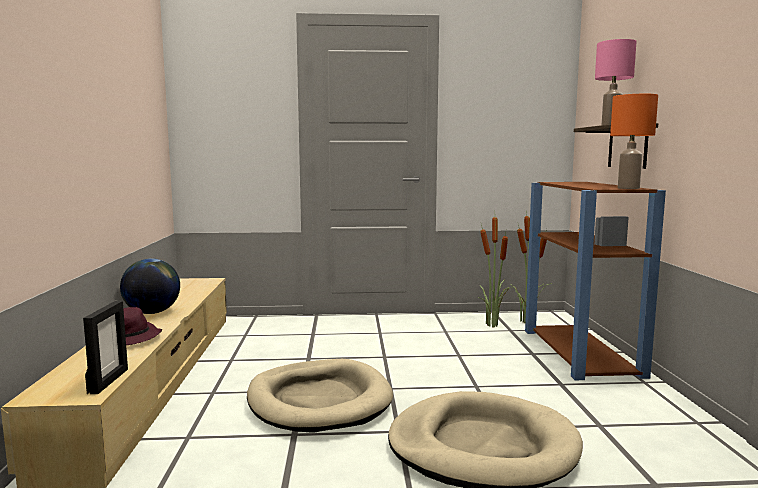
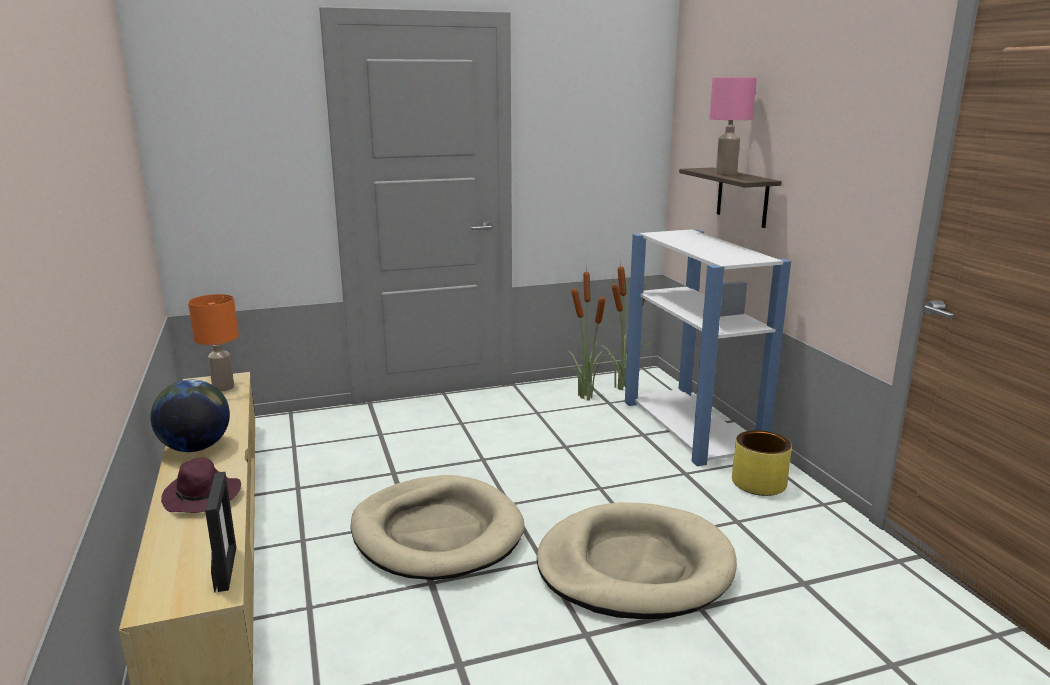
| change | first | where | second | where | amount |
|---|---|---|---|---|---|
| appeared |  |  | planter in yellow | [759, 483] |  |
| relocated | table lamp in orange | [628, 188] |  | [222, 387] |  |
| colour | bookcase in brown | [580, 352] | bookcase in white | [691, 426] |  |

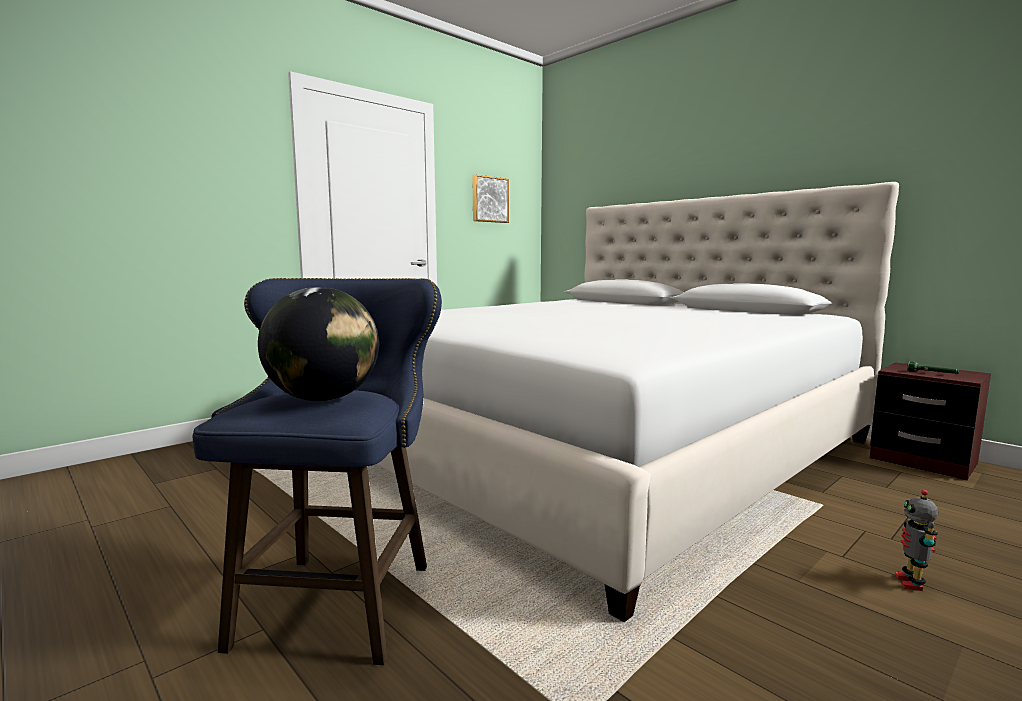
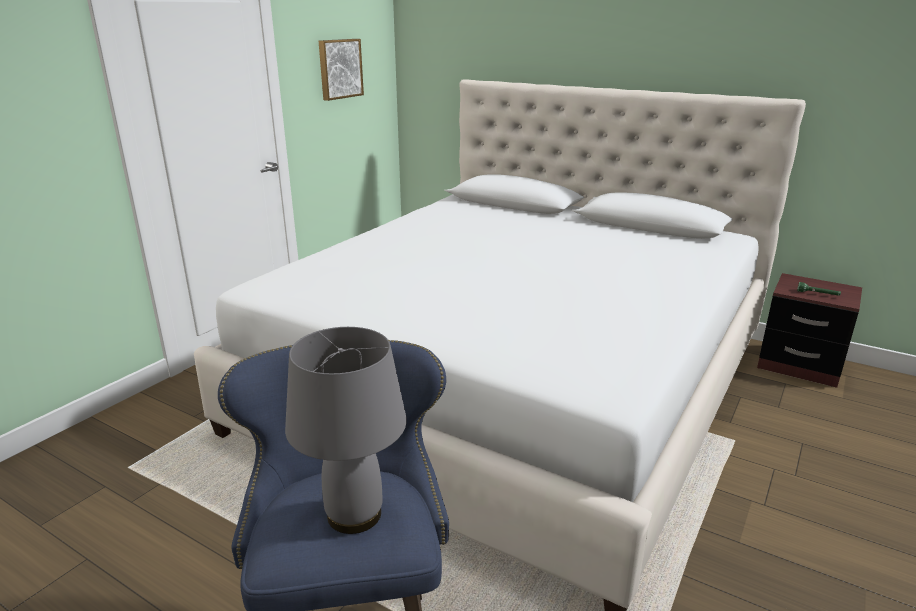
| change | first | where | second | where | amount |
|---|---|---|---|---|---|
| missing | toy robot | [911, 583] |  |  |  |
| exchanged | globe | [323, 399] | table lamp in grey | [355, 514] |  |

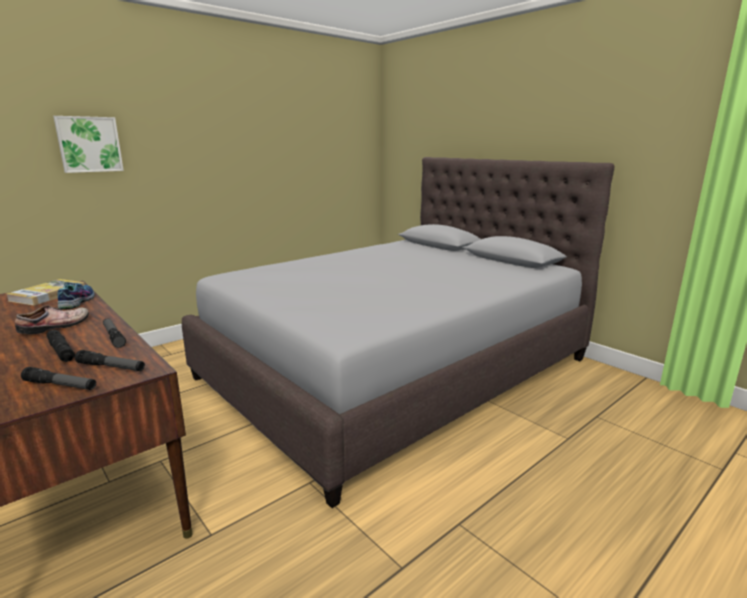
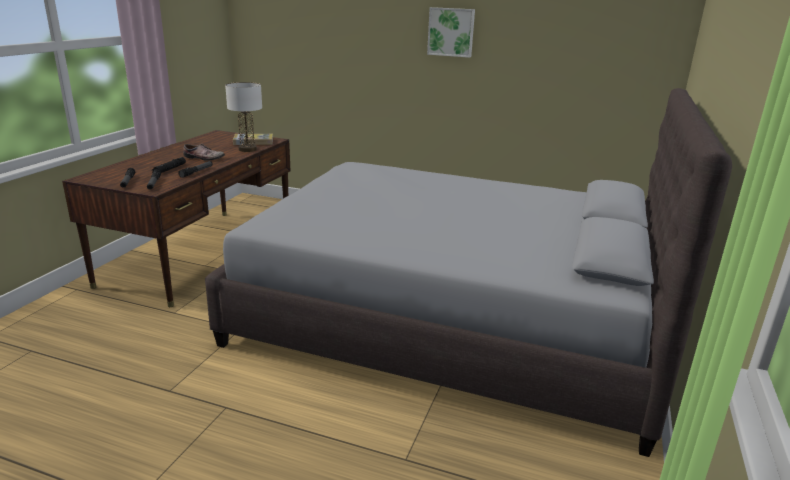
| change | first | where | second | where | amount |
|---|---|---|---|---|---|
| relocated | picture | [89, 144] |  | [451, 32] |  |
| exchanged | shoe | [76, 301] | table lamp | [247, 149] |  |

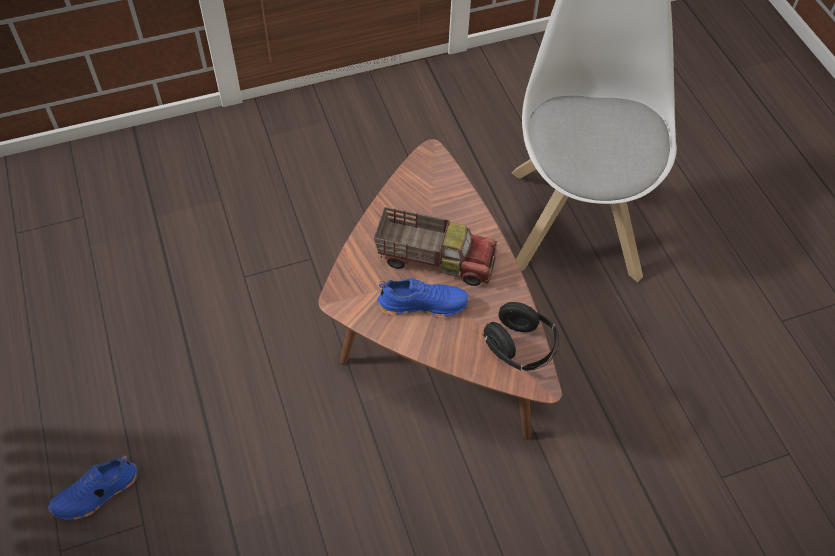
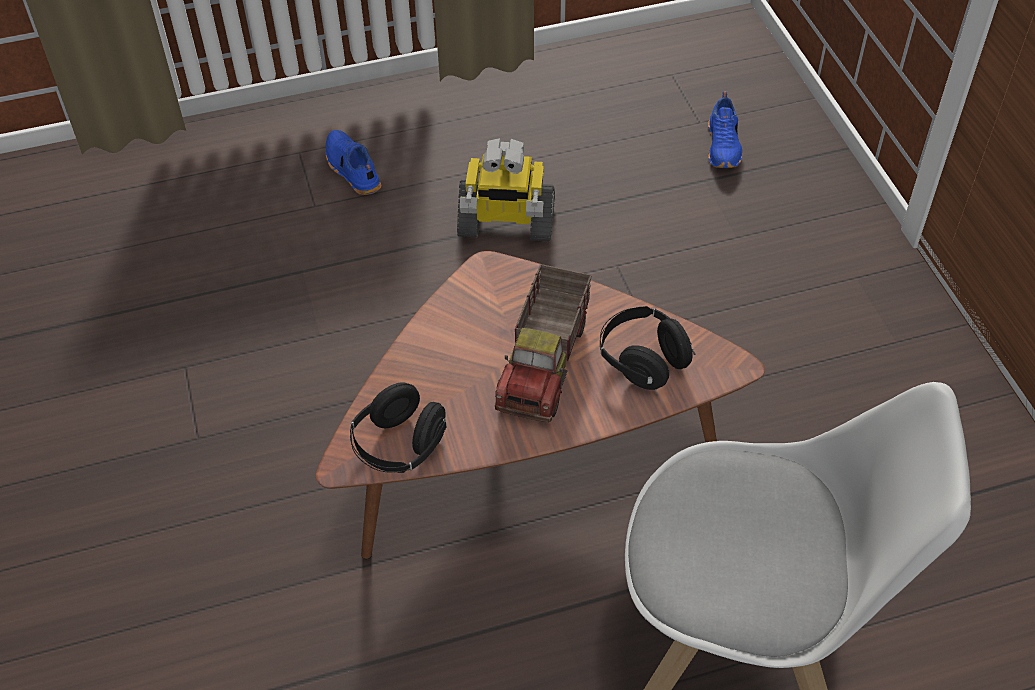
| change | first | where | second | where | amount |
|---|---|---|---|---|---|
| appeared |  |  | toy robot | [505, 223] |  |
| appeared |  |  | headphones in black | [643, 360] |  |
| relocated | shoe in blue | [422, 303] |  | [724, 146] |  |

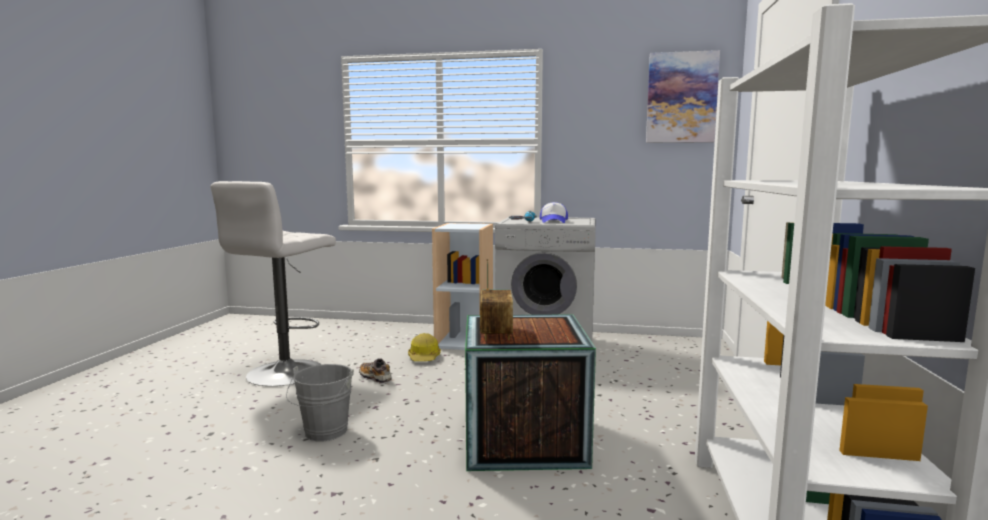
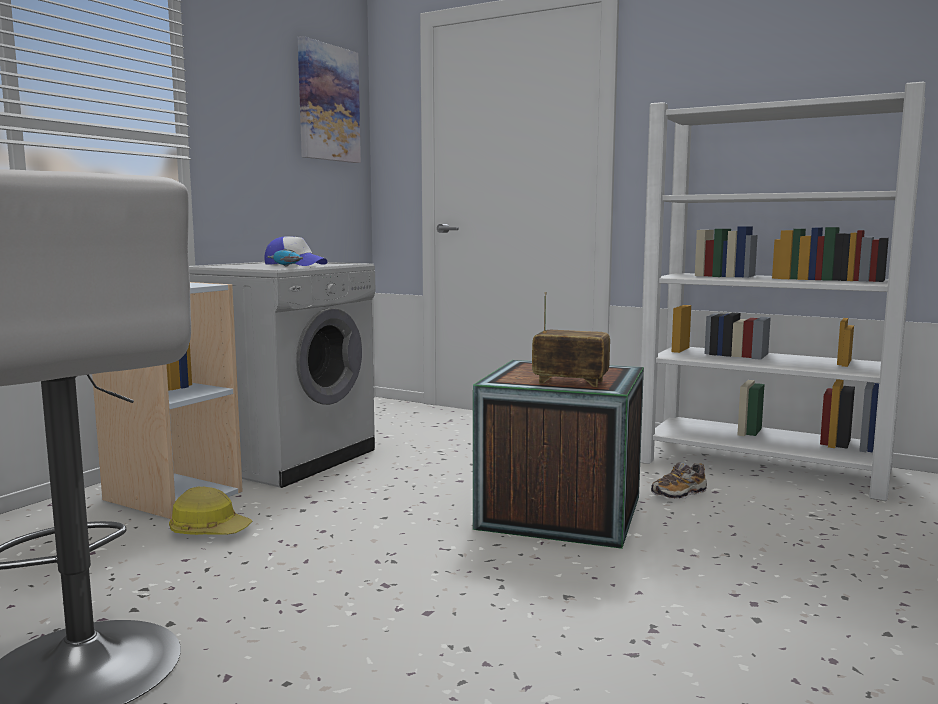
| change | first | where | second | where | amount |
|---|---|---|---|---|---|
| missing | bucket in grey | [324, 434] |  |  |  |
| relocated | shoe | [375, 378] |  | [679, 494] |  |

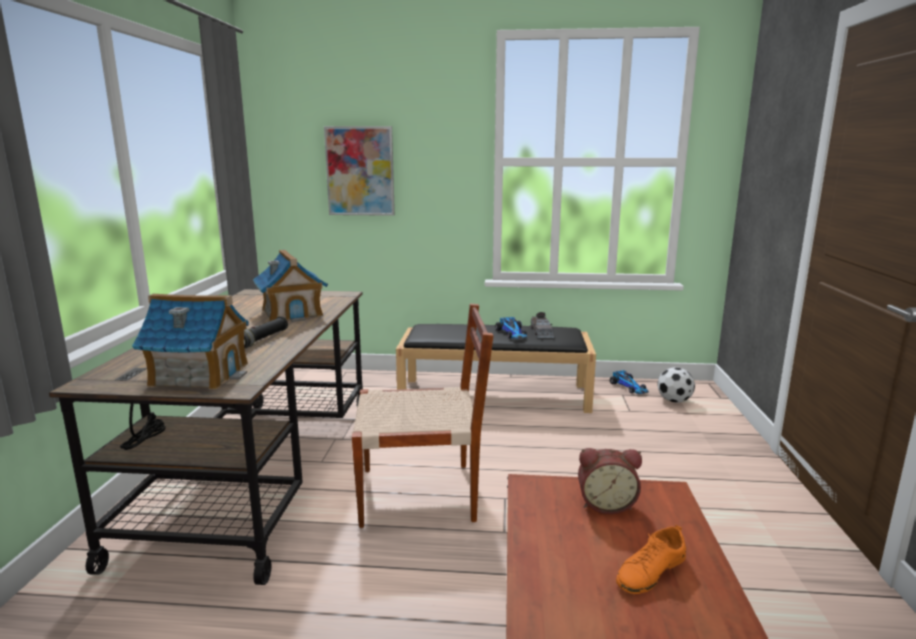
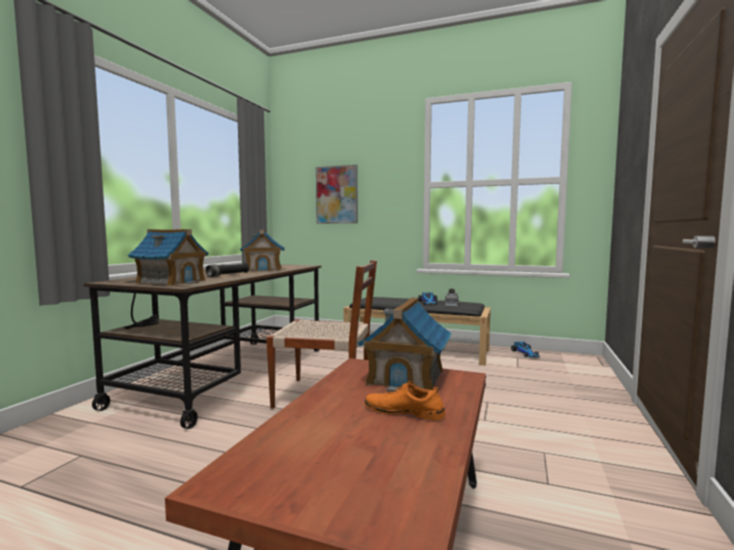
| change | first | where | second | where | amount |
|---|---|---|---|---|---|
| missing | football | [674, 401] |  |  |  |
| exchanged | alarm clock | [606, 504] | toy house | [406, 377] |  |
| spun | shoe in orange | [650, 571] |  | [404, 411] | 45 degrees clockwise |

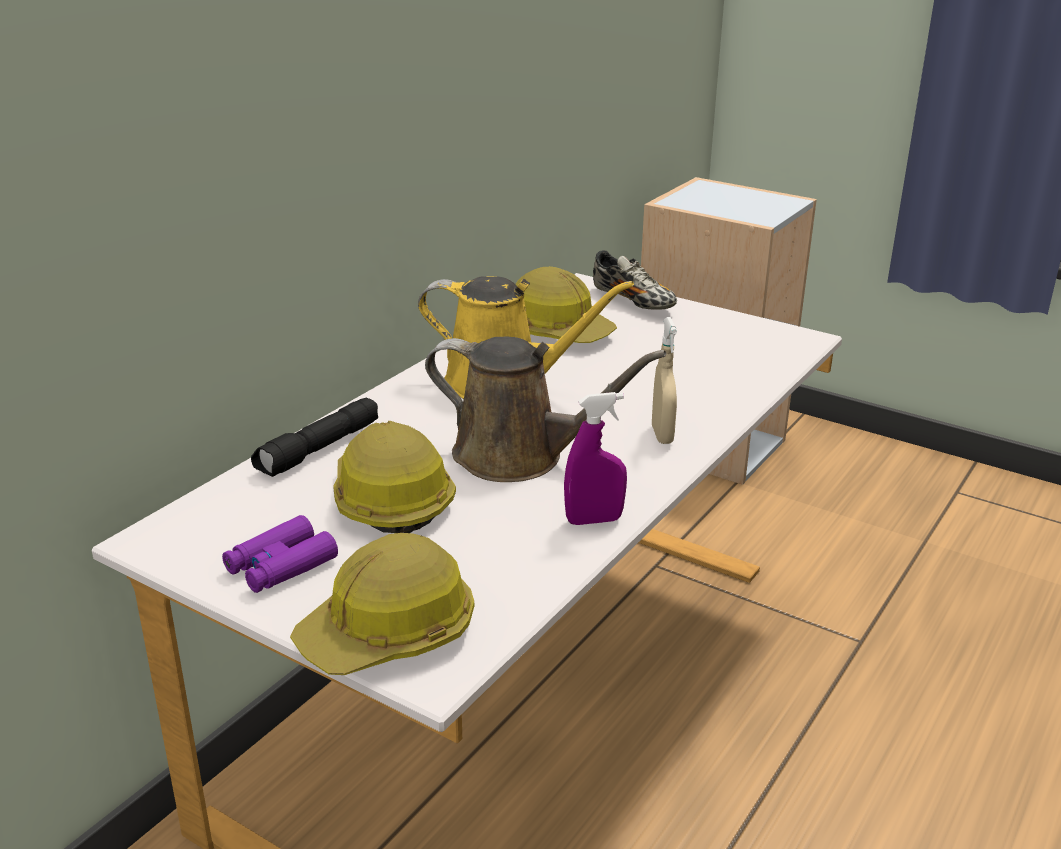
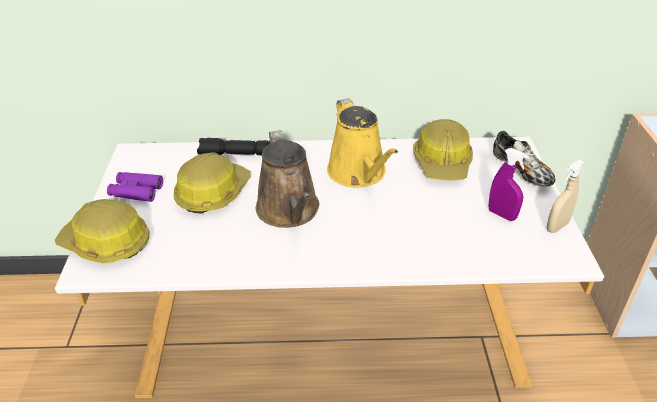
| change | first | where | second | where | amount |
|---|---|---|---|---|---|
| relocated | spray bottle in purple | [594, 520] |  | [501, 215] |  |
| relocated | spray bottle in beige | [662, 435] |  | [557, 227] |  |
| spun | shoe | [633, 302] |  | [521, 171] | 45 degrees counterclockwise |

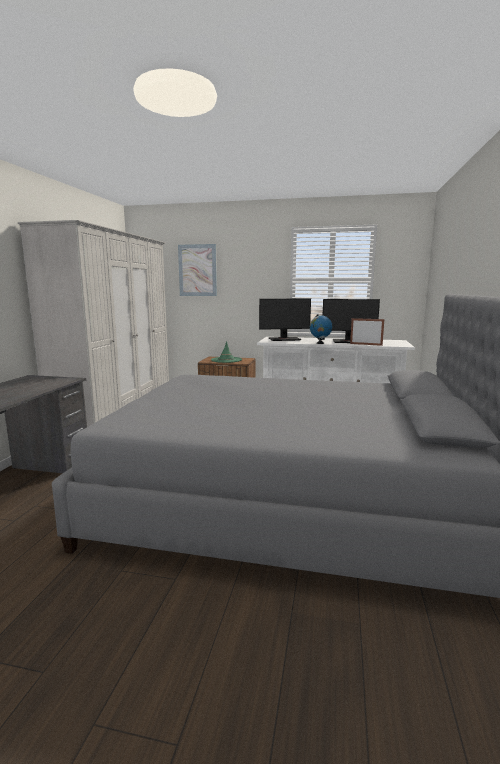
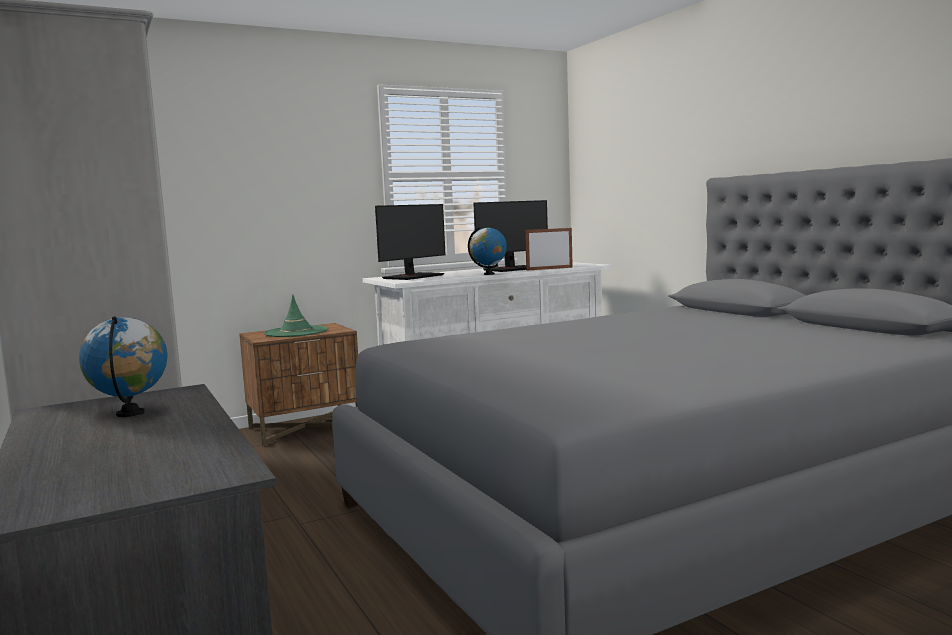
| change | first | where | second | where | amount |
|---|---|---|---|---|---|
| missing | picture | [197, 270] |  |  |  |
| appeared |  |  | globe | [131, 414] |  |

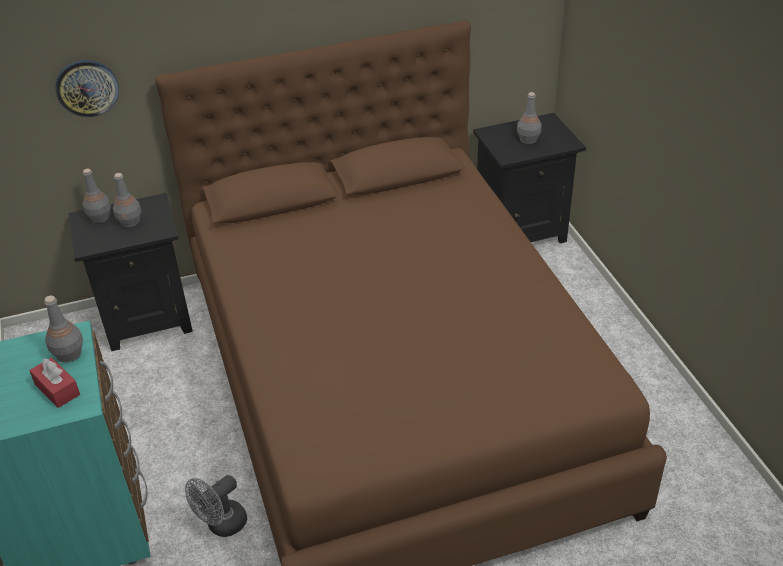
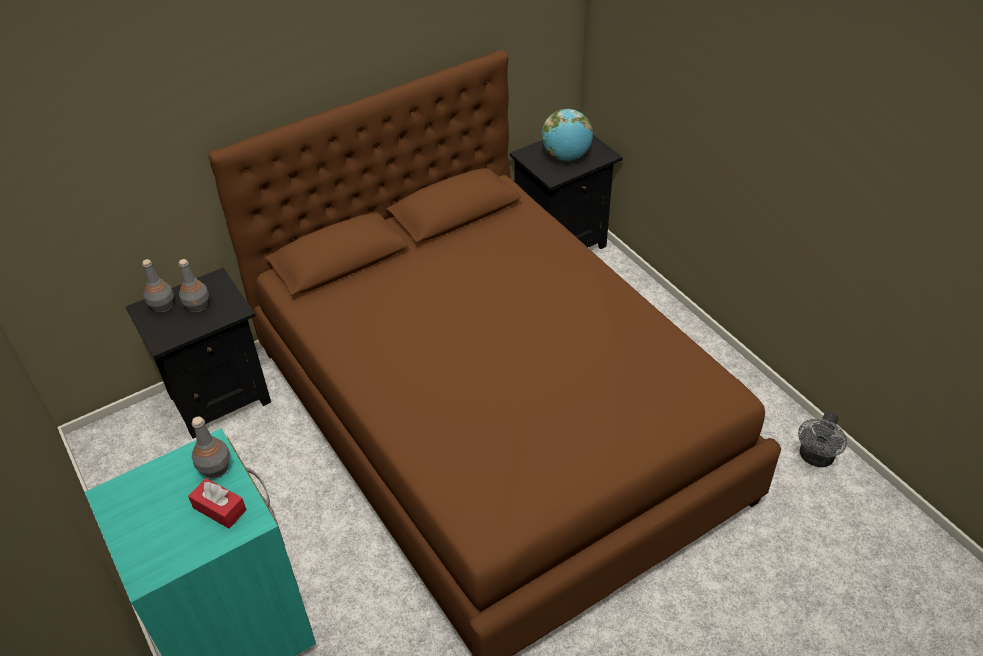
| change | first | where | second | where | amount |
|---|---|---|---|---|---|
| missing | wall clock | [87, 88] |  |  |  |
| relocated | fan in grey | [221, 525] |  | [815, 458] |  |
| exchanged | bottle in grey | [528, 139] | globe | [566, 156] |  |

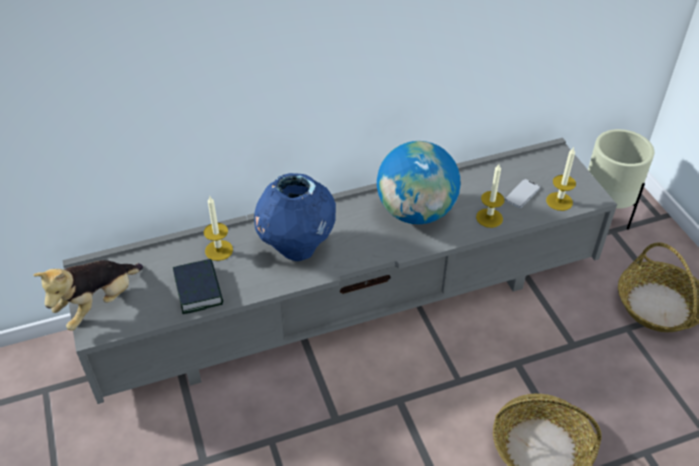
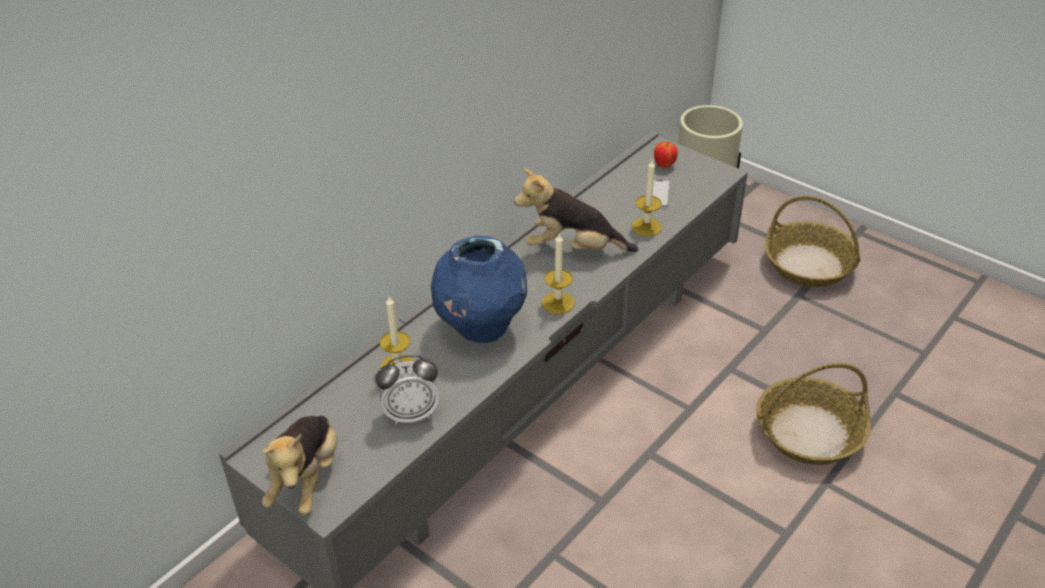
| change | first | where | second | where | amount |
|---|---|---|---|---|---|
| appeared |  |  | apple | [664, 165] |  |
| relocated | candle | [559, 201] |  | [558, 303] |  |
| exchanged | book | [199, 290] | alarm clock | [411, 414] |  |
| exchanged | globe | [416, 212] | plush toy | [573, 248] |  |

